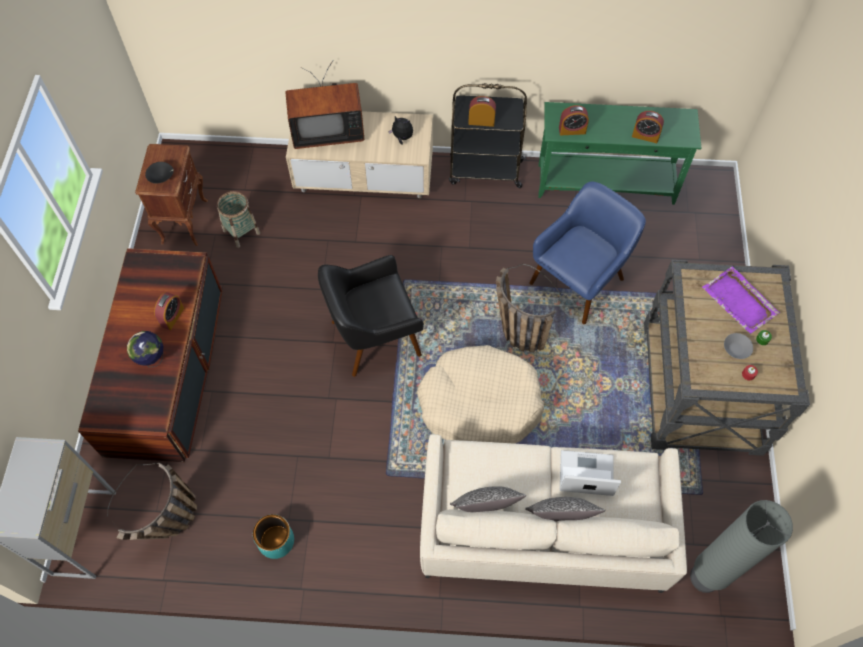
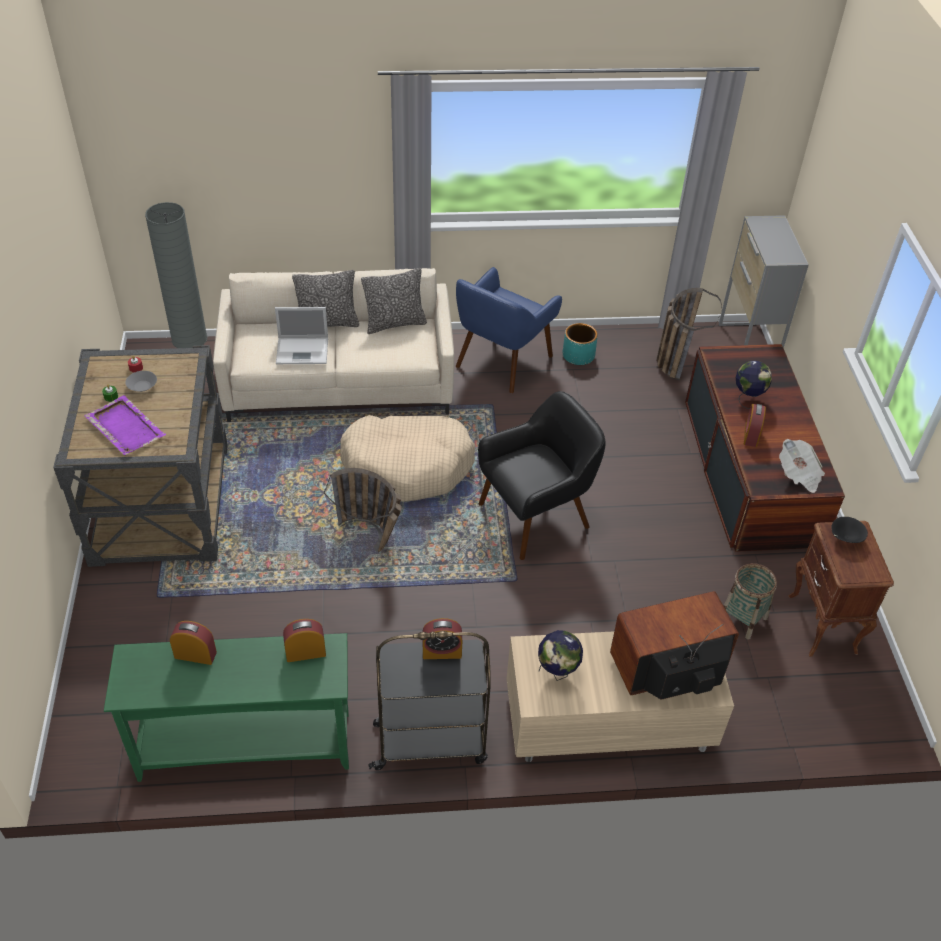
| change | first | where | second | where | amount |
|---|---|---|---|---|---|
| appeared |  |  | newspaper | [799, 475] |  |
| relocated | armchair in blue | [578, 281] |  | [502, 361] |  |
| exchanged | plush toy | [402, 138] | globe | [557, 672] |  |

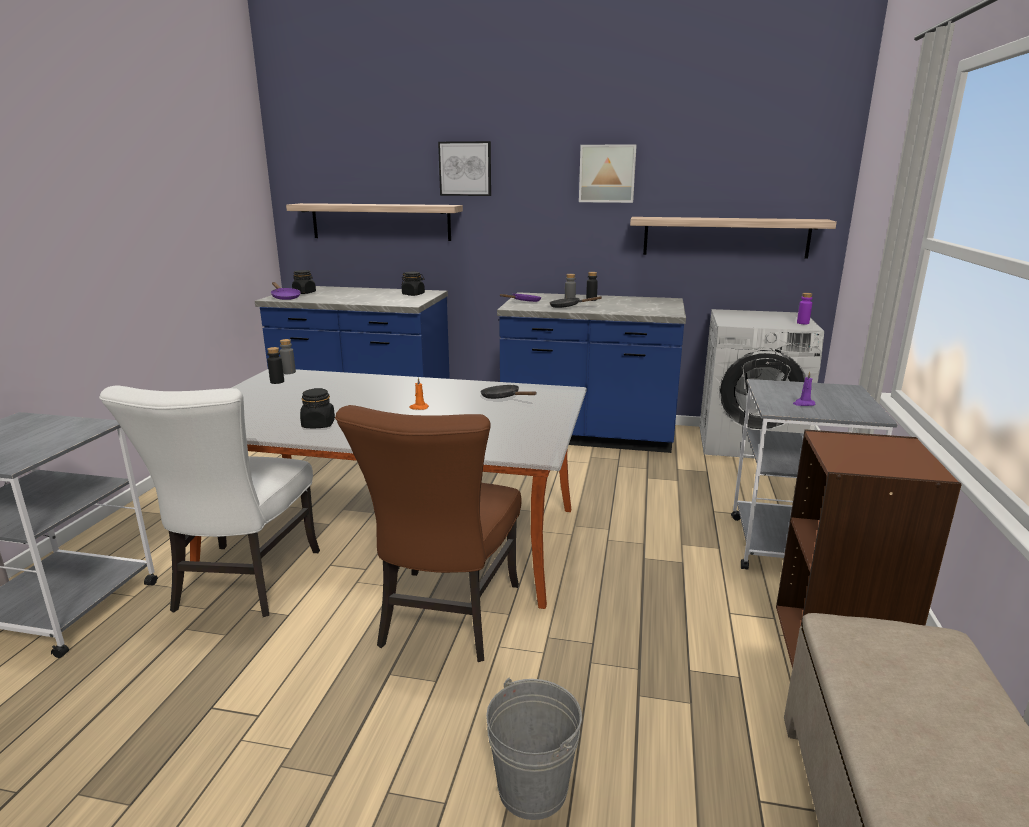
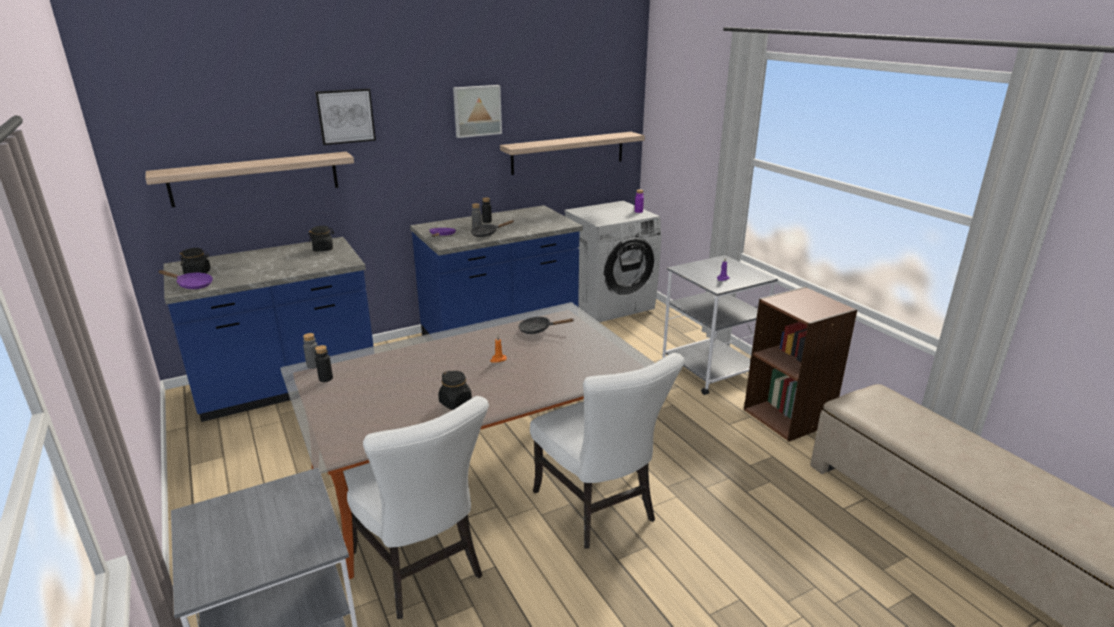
| change | first | where | second | where | amount |
|---|---|---|---|---|---|
| missing | bucket in grey | [533, 789] |  |  |  |
| colour | chair in brown | [445, 619] | chair in white | [599, 509] |  |

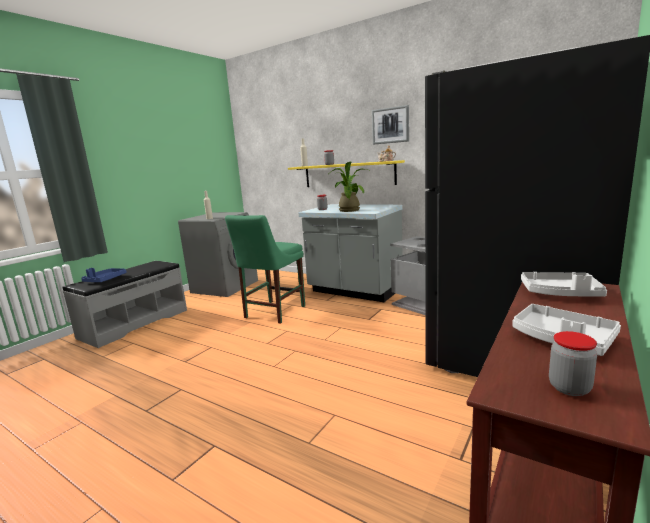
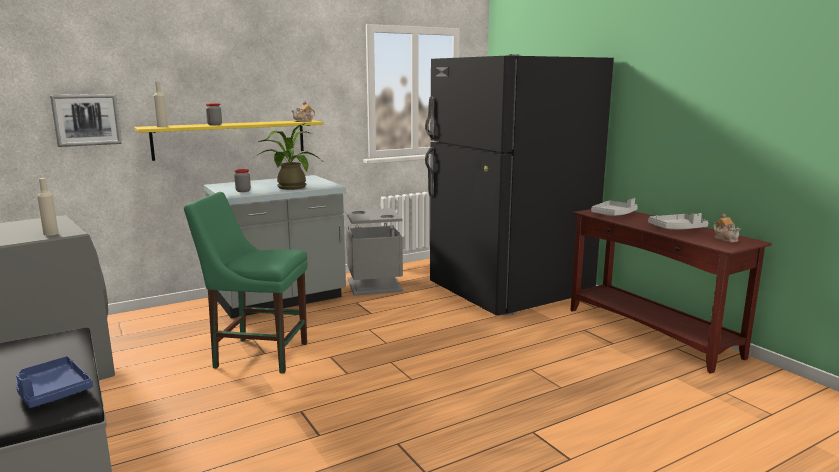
| change | first | where | second | where | amount |
|---|---|---|---|---|---|
| relocated | picture | [390, 125] |  | [87, 120] |  |
| exchanged | jar | [569, 388] | teapot | [725, 239] |  |
| spun | chair in green | [273, 313] |  | [257, 354] | 135 degrees clockwise |

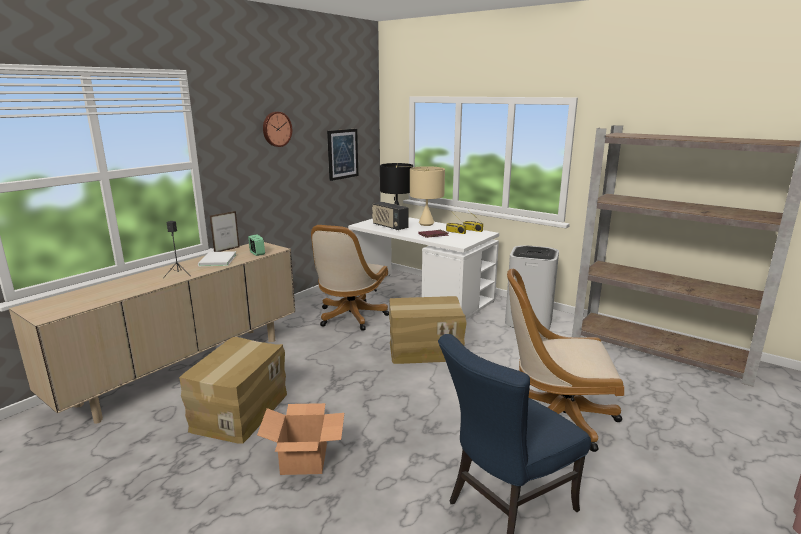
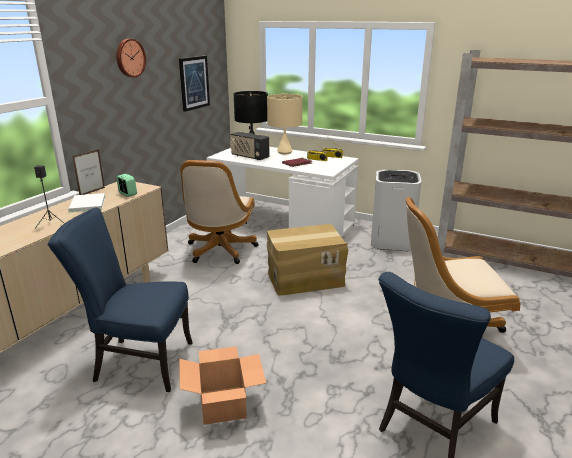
| change | first | where | second | where | amount |
|---|---|---|---|---|---|
| exchanged | cardboard box | [239, 411] | chair in blue | [137, 362] |  |

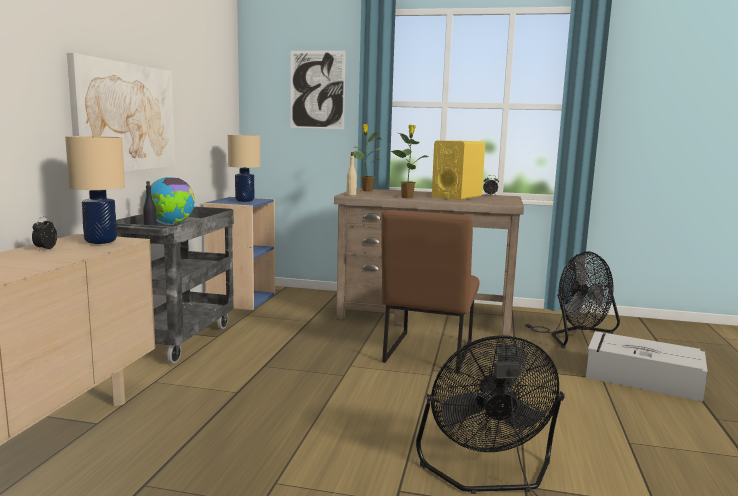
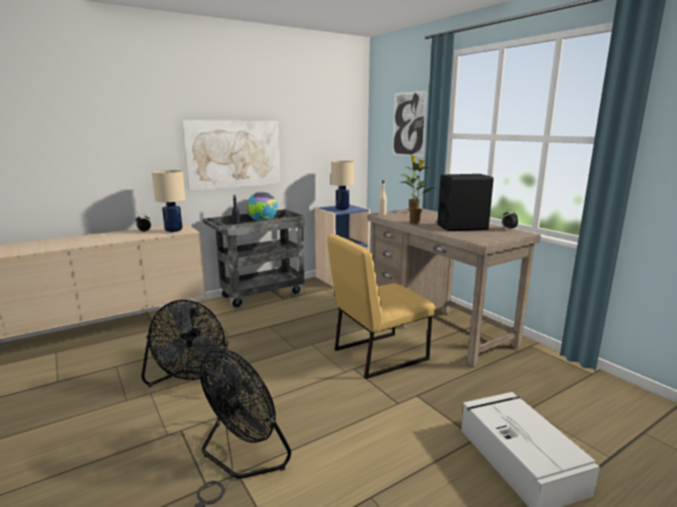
| change | first | where | second | where | amount |
|---|---|---|---|---|---|
| relocated | fan in black | [572, 336] |  | [192, 381] |  |
| colour | chair in brown | [427, 352] | chair in yellow | [378, 355] |  |
| colour | speaker in yellow | [457, 197] | speaker in black | [462, 227] |  |

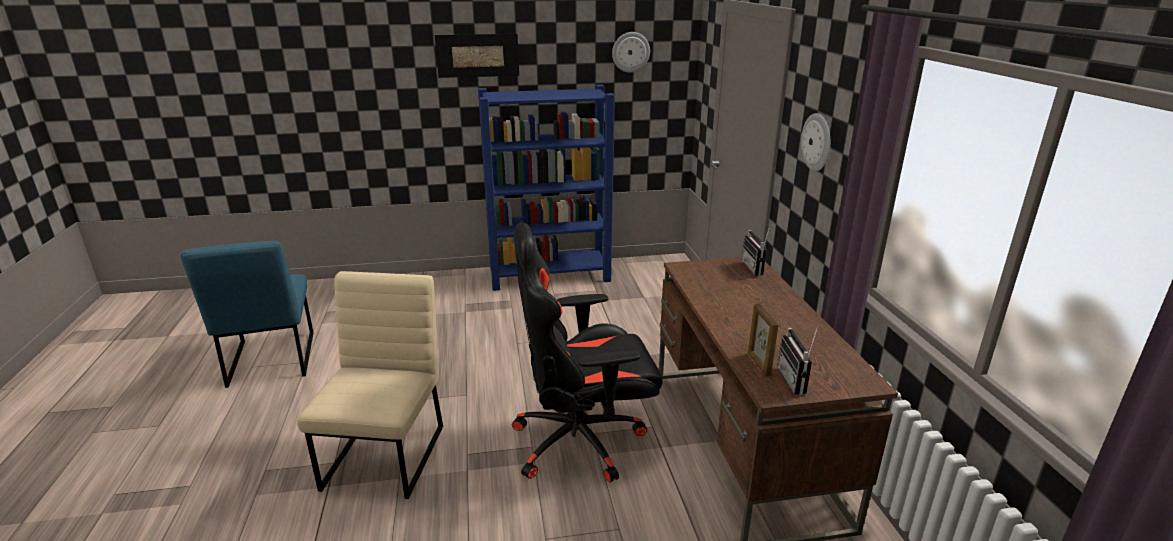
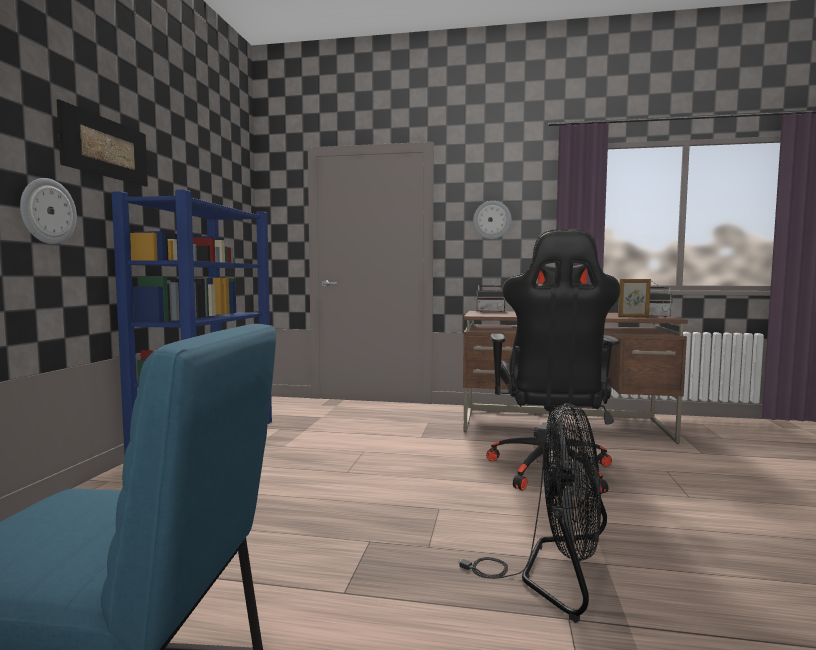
| change | first | where | second | where | amount |
|---|---|---|---|---|---|
| relocated | wall clock | [630, 52] |  | [47, 211] |  |
| exchanged | chair in beige | [387, 454] | fan in black | [553, 570] |  |

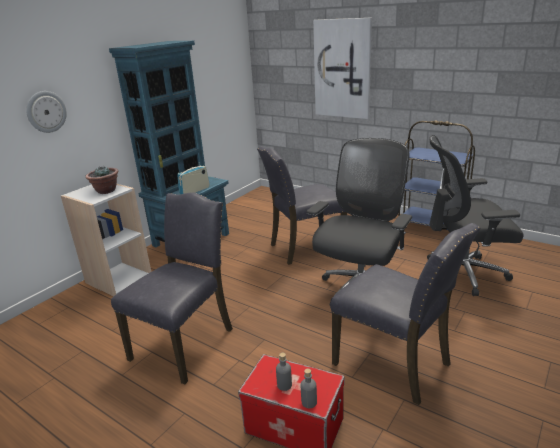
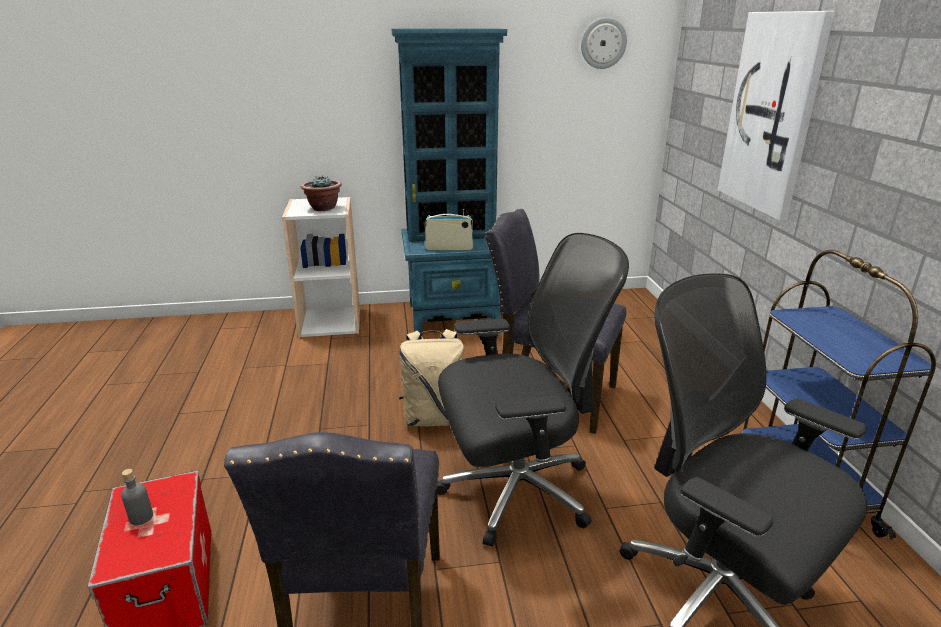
| change | first | where | second | where | amount |
|---|---|---|---|---|---|
| missing | chair in grey | [186, 343] |  |  |  |
| missing | bottle in grey | [309, 402] |  |  |  |
| appeared |  |  | backpack in beige | [434, 418] |  |
| relocated | wall clock | [46, 111] |  | [603, 43] |  |

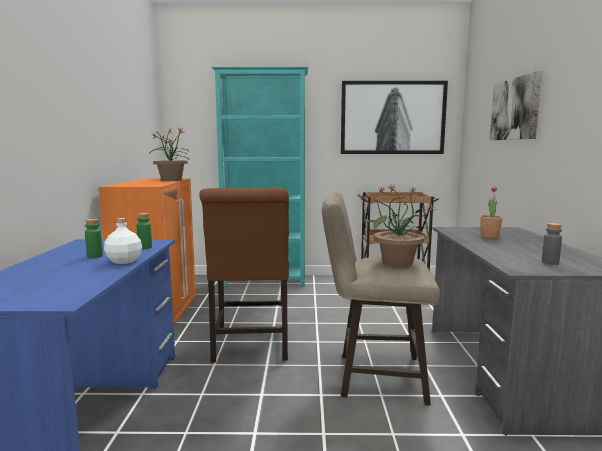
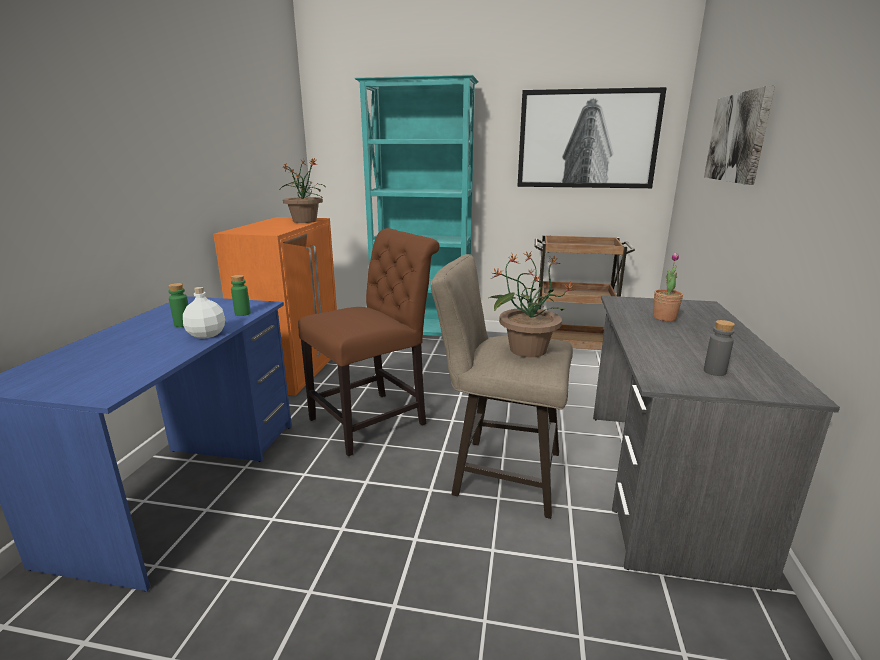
| change | first | where | second | where | amount |
|---|---|---|---|---|---|
| spun | chair in brown | [250, 346] |  | [375, 420] | 135 degrees counterclockwise |

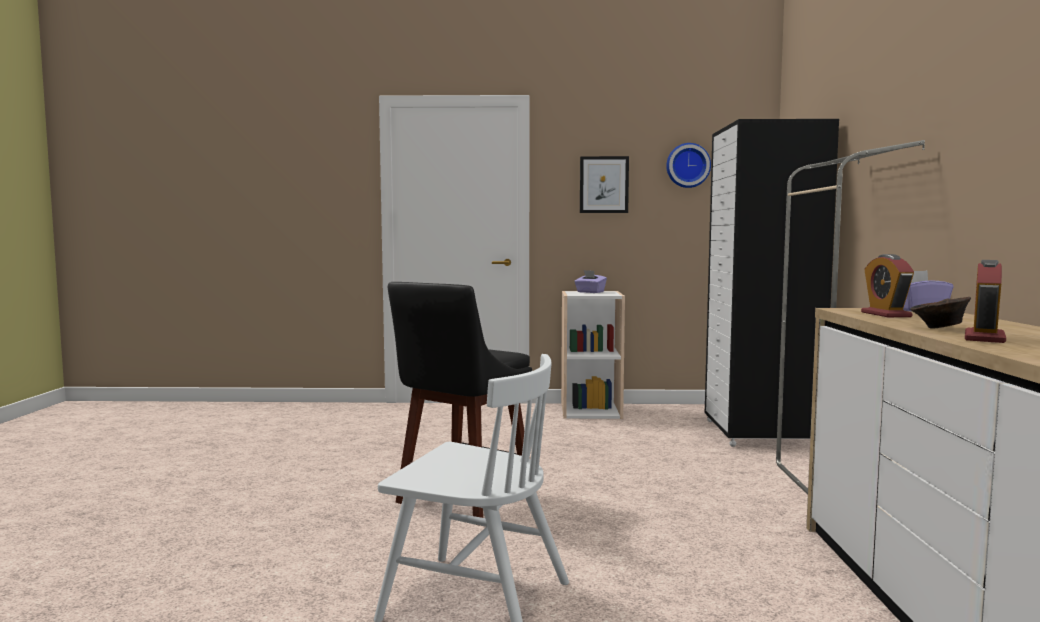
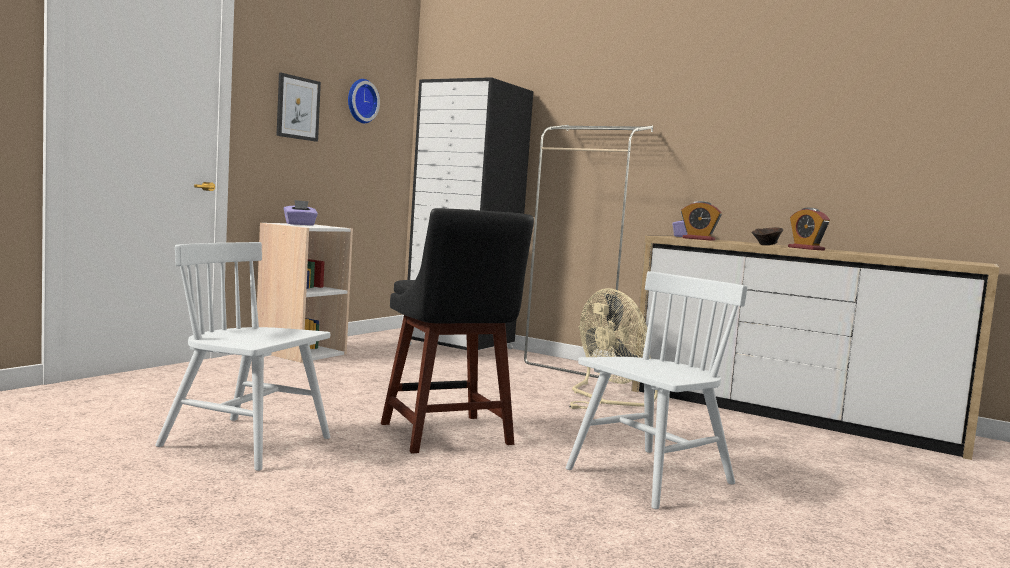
| change | first | where | second | where | amount |
|---|---|---|---|---|---|
| appeared |  |  | chair in white | [246, 442] |  |
| appeared |  |  | fan in beige | [602, 398] |  |

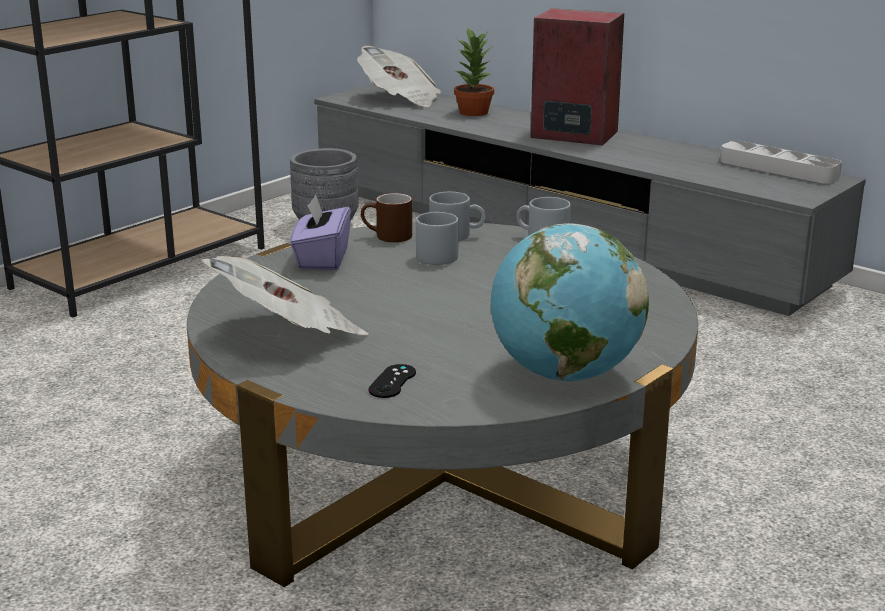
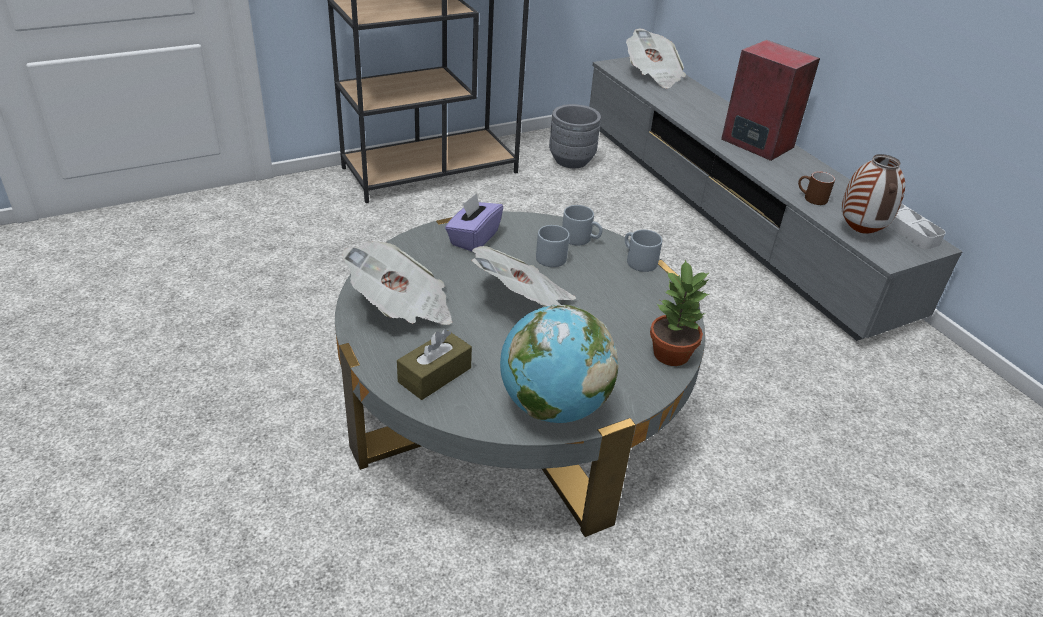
| change | first | where | second | where | amount |
|---|---|---|---|---|---|
| appeared |  |  | newspaper | [522, 300] |  |
| appeared |  |  | vase | [858, 232] |  |
| relocated | mug in brown | [387, 237] |  | [811, 198] |  |
| relocated | potted plant | [474, 112] |  | [672, 353] |  |
| exchanged | game controller in black | [392, 381] | tissue box in brown | [434, 375] |  |

